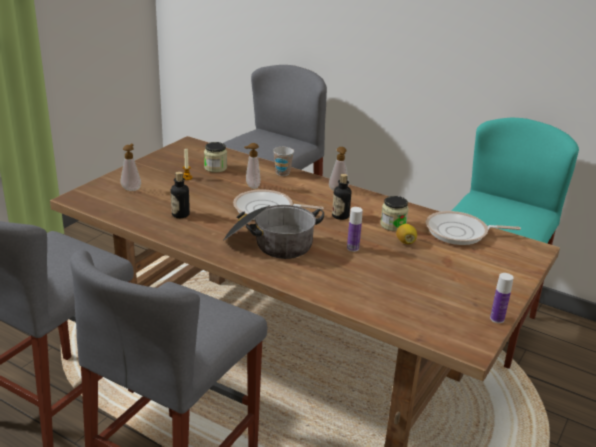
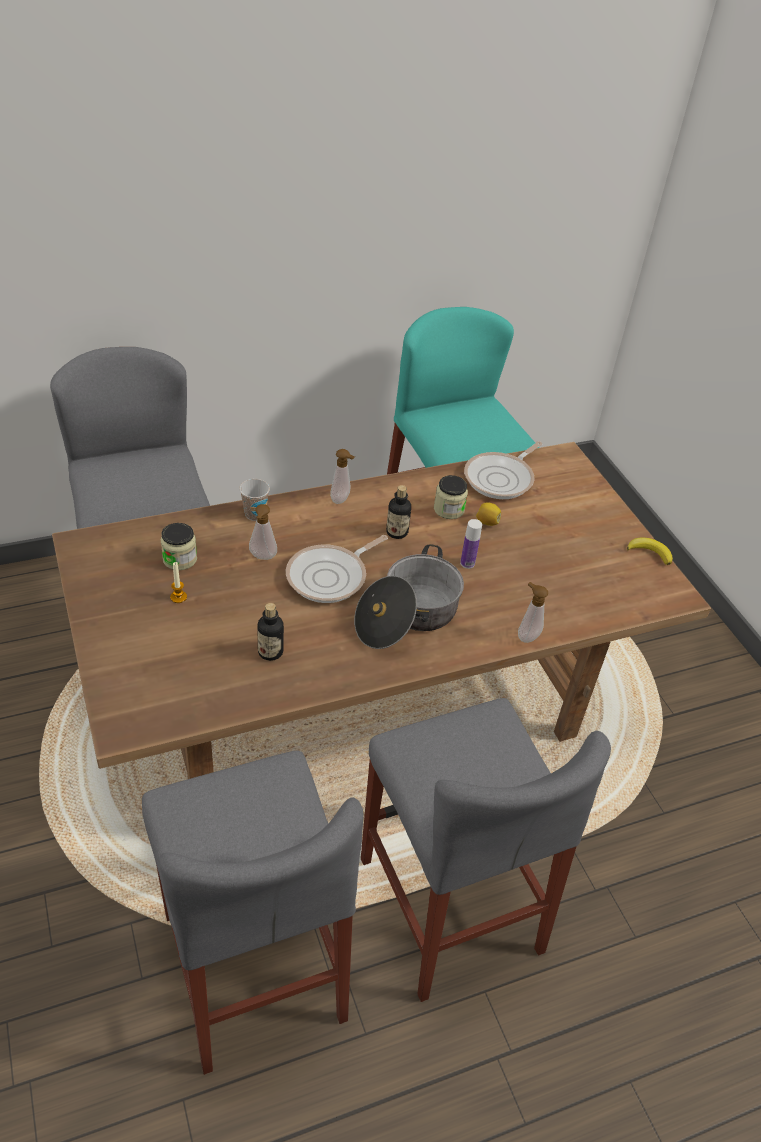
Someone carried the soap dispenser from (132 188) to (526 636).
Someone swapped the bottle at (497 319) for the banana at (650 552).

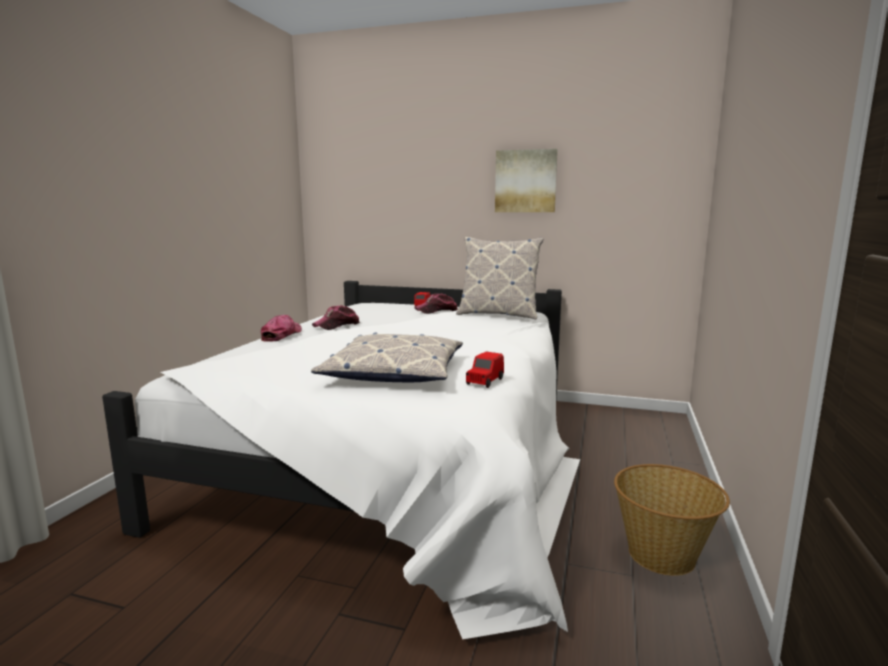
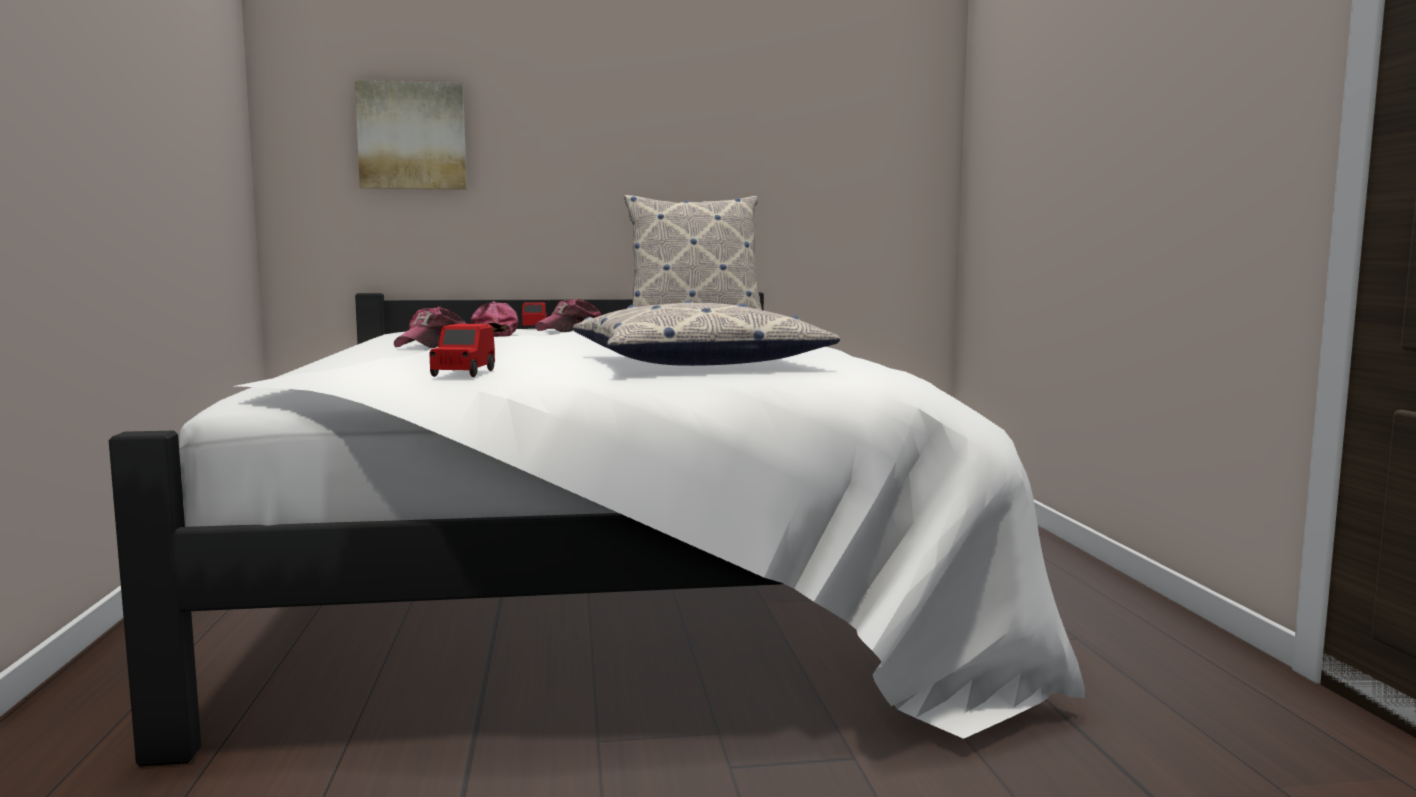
Someone carried the cap from (281 335) to (494 334).
Someone carried the toy car in red from (484 381) to (463 373).
Someone carried the picture from (525 181) to (412 136).
Someone took away the basket at (663 555).

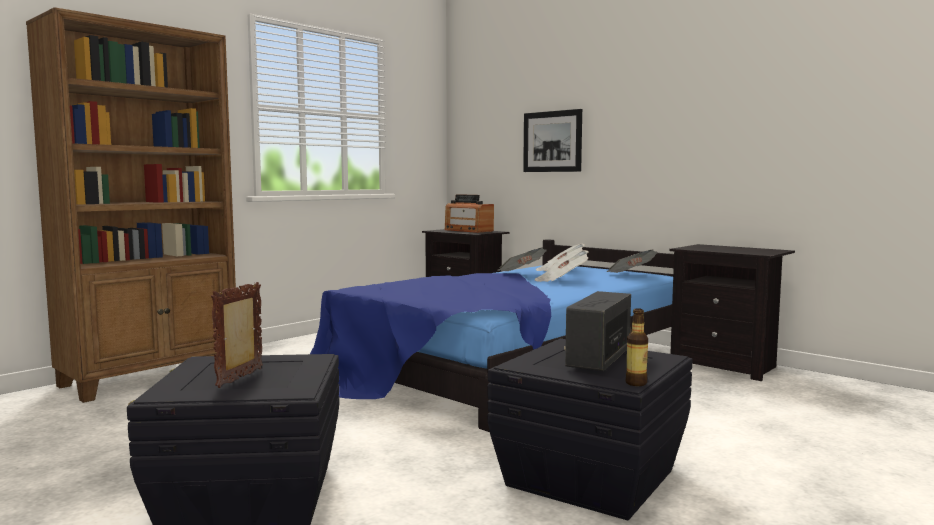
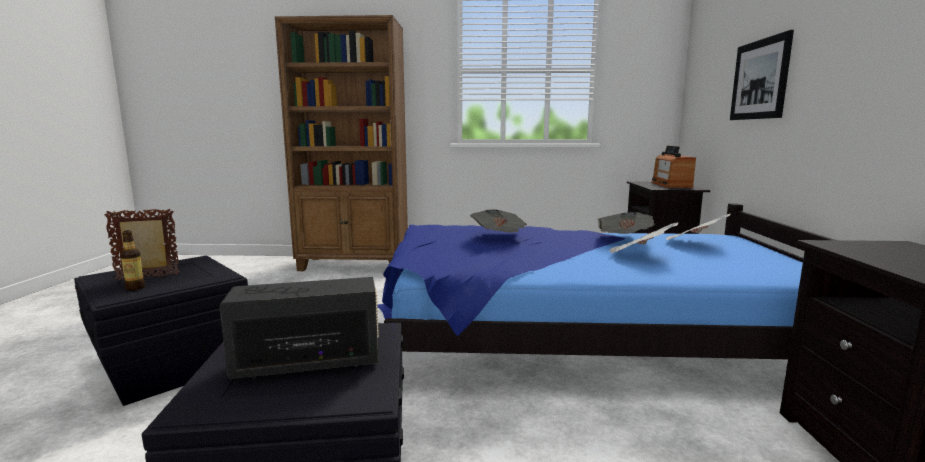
Someone carried the newspaper from (631 275) to (499 237).
Someone carried the bottle from (636 383) to (135 288).

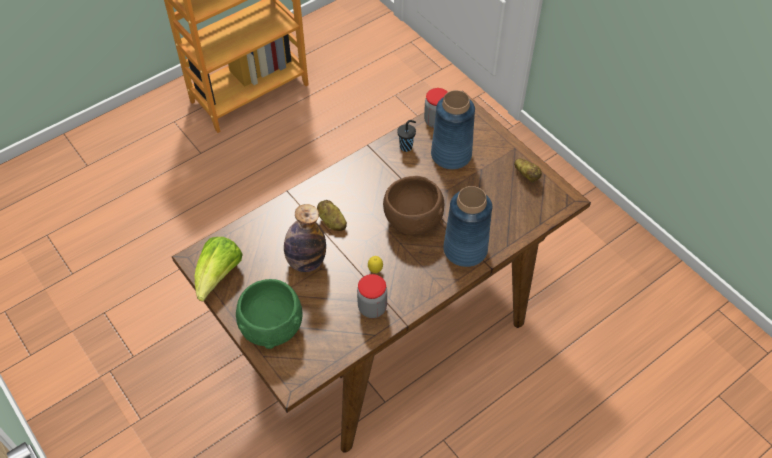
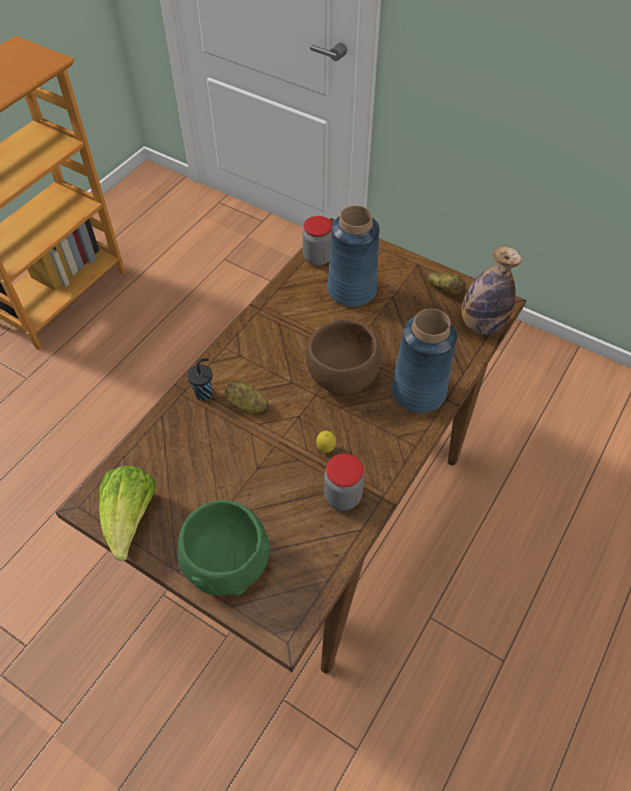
Someone carried the bottle from (306 261) to (481 325).
Someone carried the cup in black from (406 146) to (204 393).

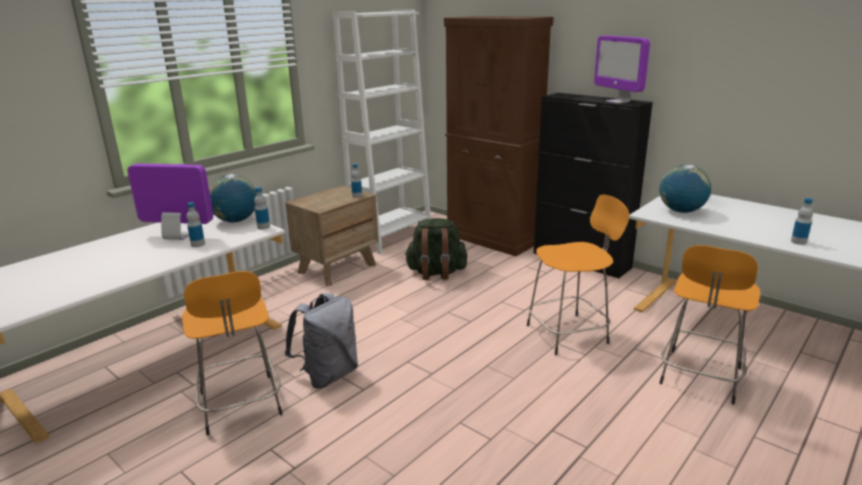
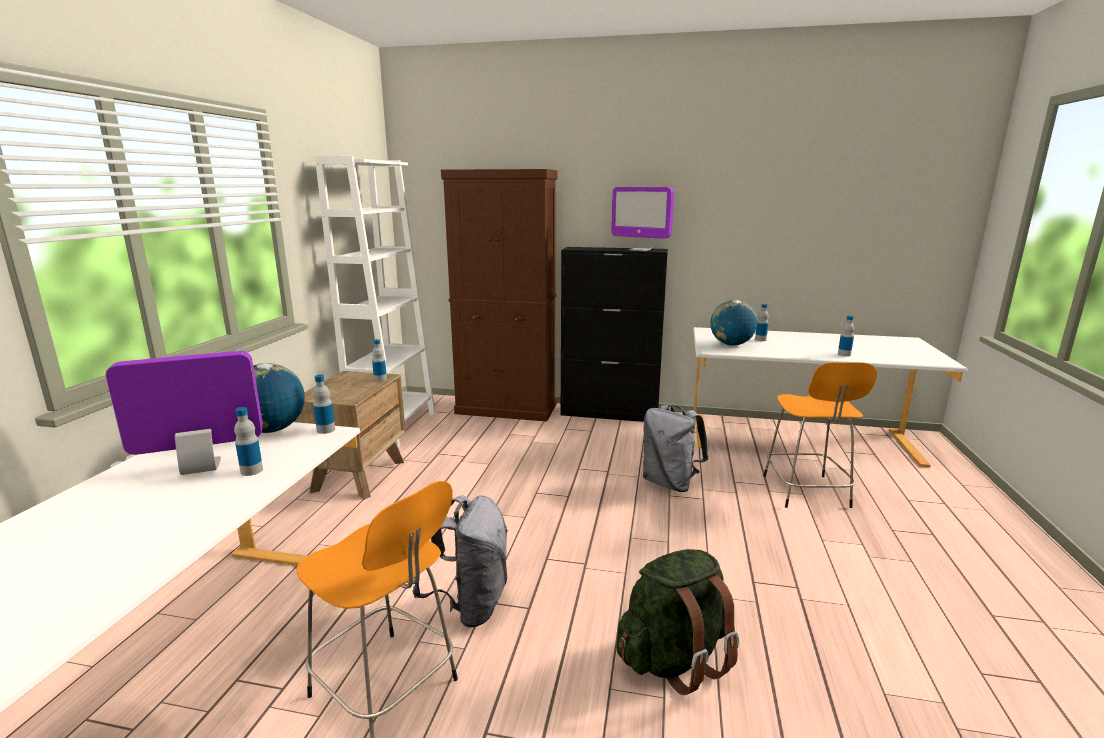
Someone carried the backpack in green from (436 273) to (674 659).
Someone swapped the stool in orange at (569 333) for the backpack in grey at (670 483).
Someone put down the bottle at (760 339).

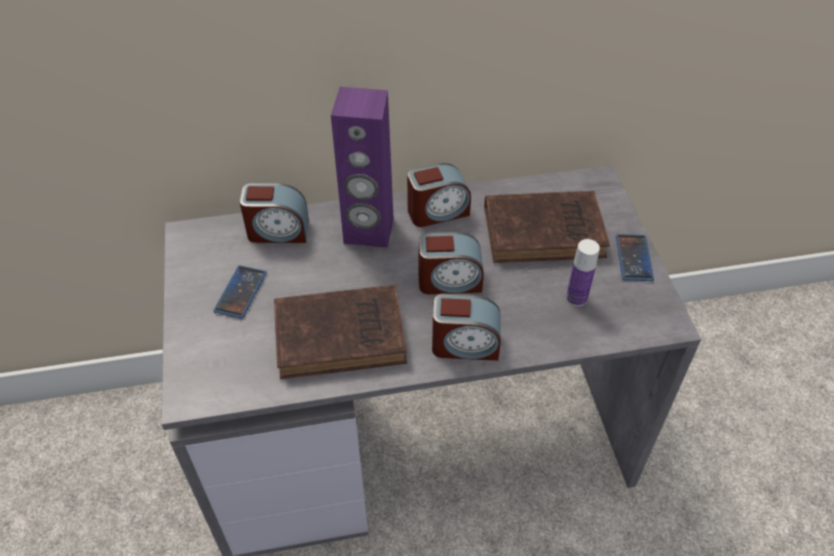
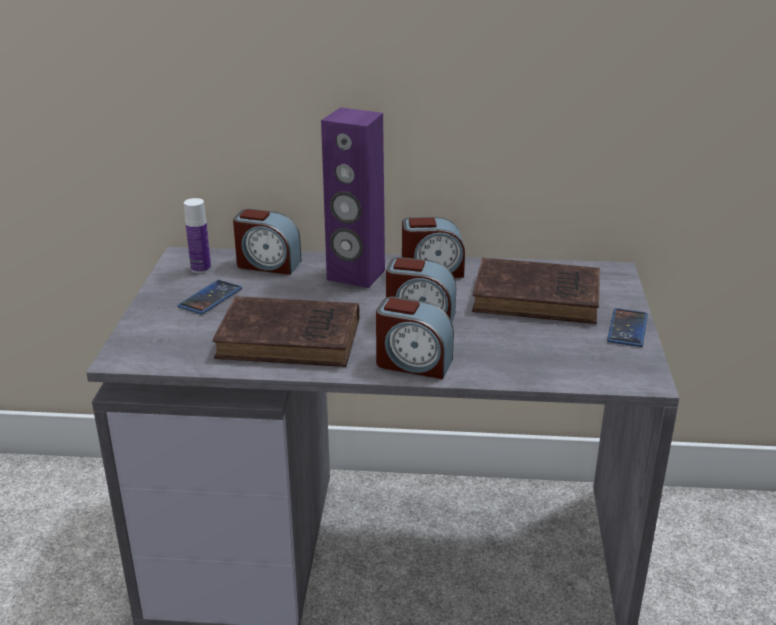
Someone carried the bottle from (576 298) to (201 269).

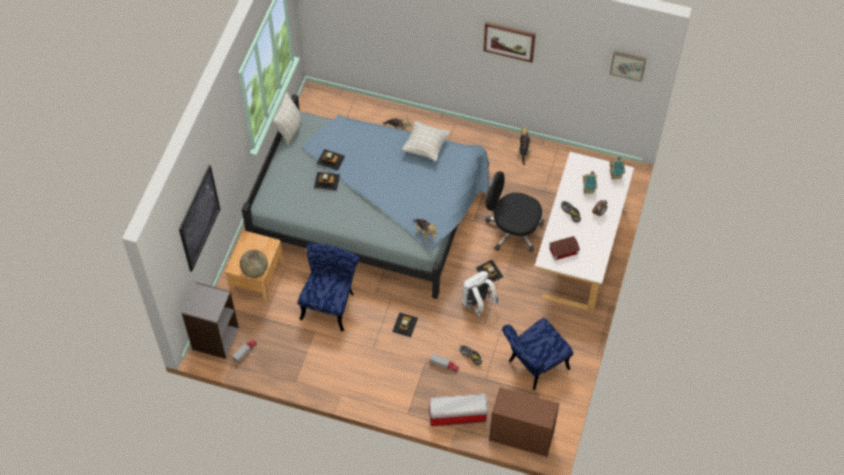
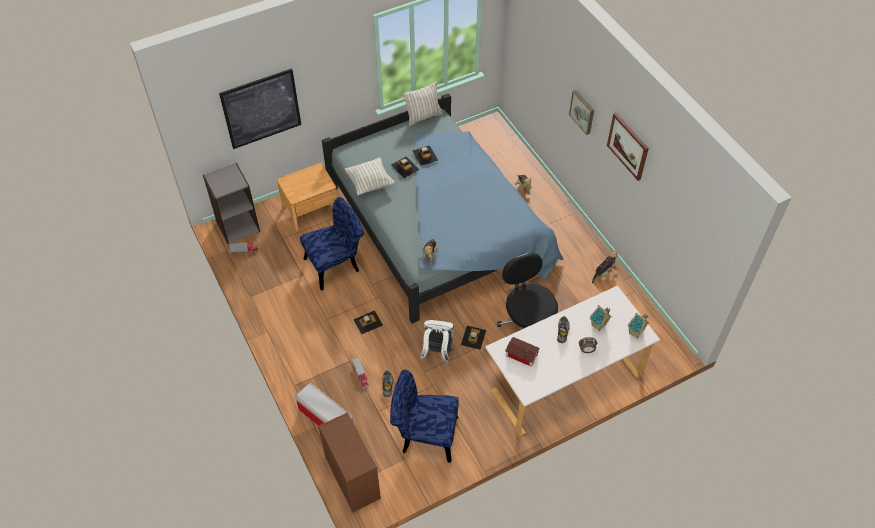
Someone took away the globe at (255 270).
Someone carried the pillow from (425 147) to (370 183).
Someone carried the picture from (628 64) to (583 111).

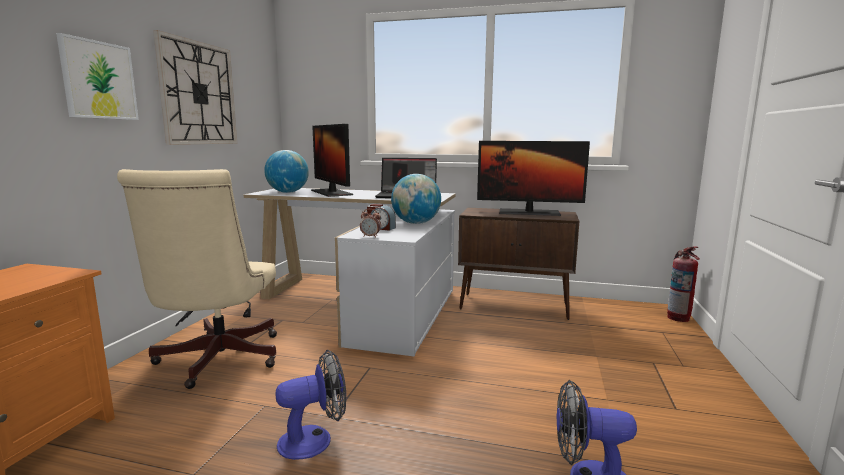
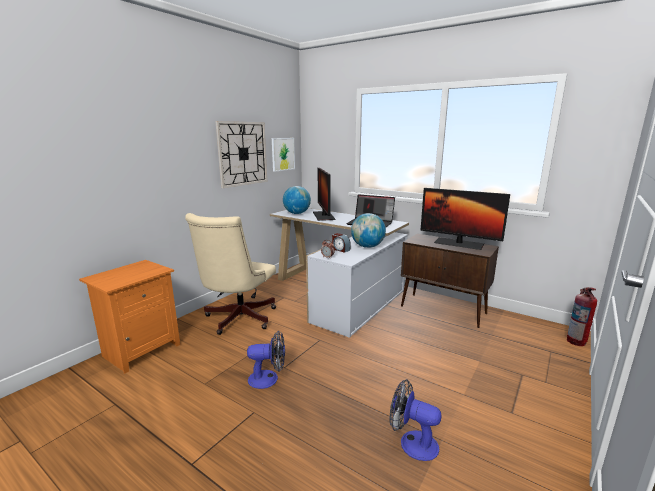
Someone carried the picture from (99 80) to (283 154).

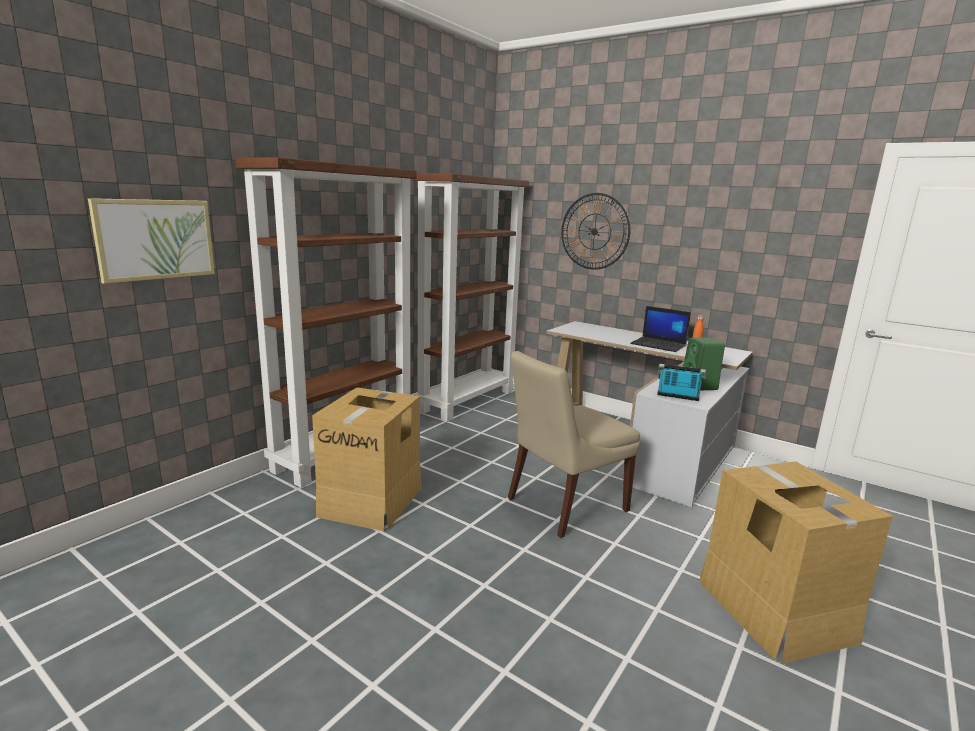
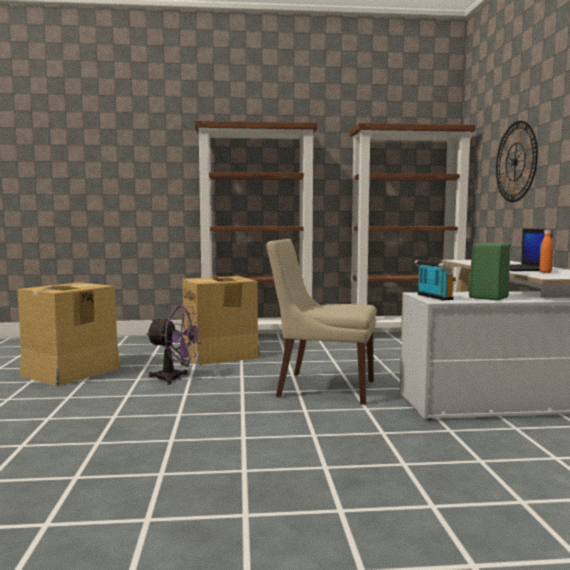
Someone took away the picture at (155 239).
Someone carried the cardboard box from (774 610) to (70 371).
Someone put down the fan in purple at (175 378).

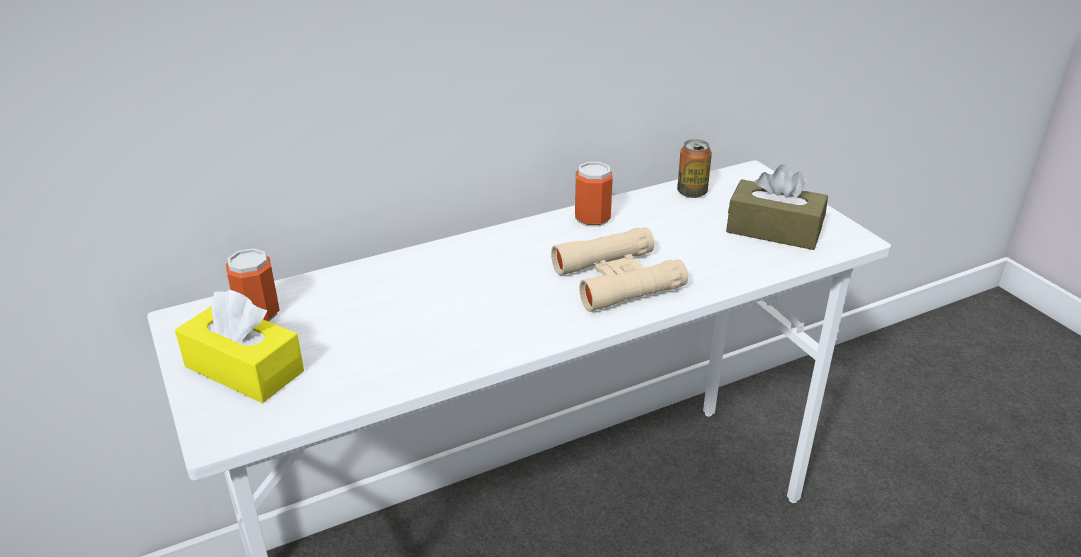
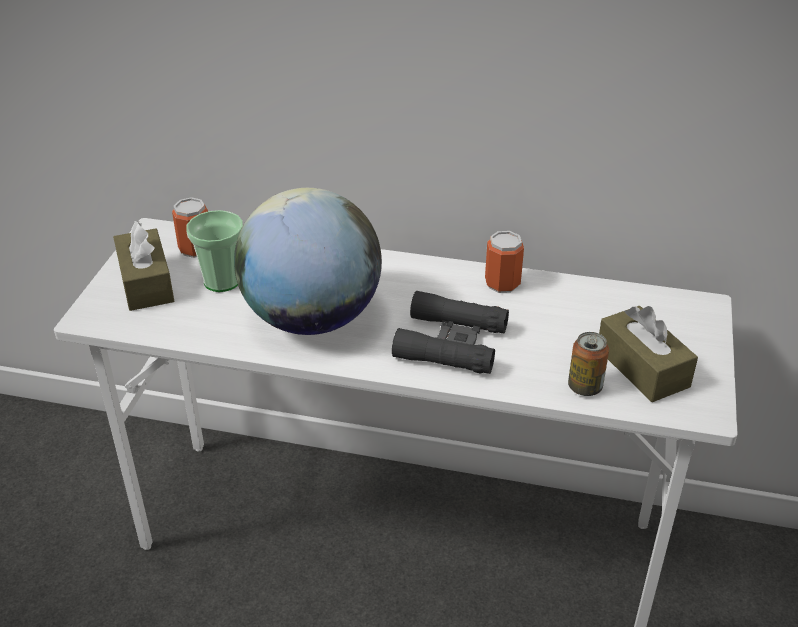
Someone repainted the tissue box in yellow at (244 369), which became the tissue box in brown at (146 283).
Someone repainted the binoculars in beige at (617 279), which became the binoculars in black at (451 343).
Someone carried the can from (692 192) to (585 387).
Someone put down the cup at (222 281).
Someone put down the globe at (311 318).

